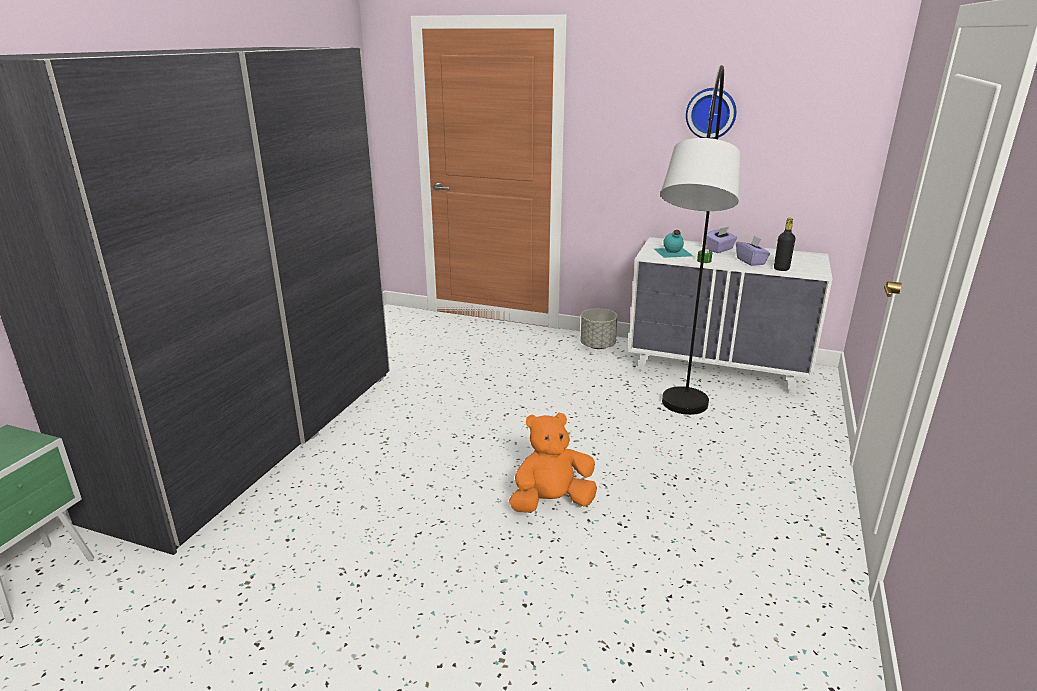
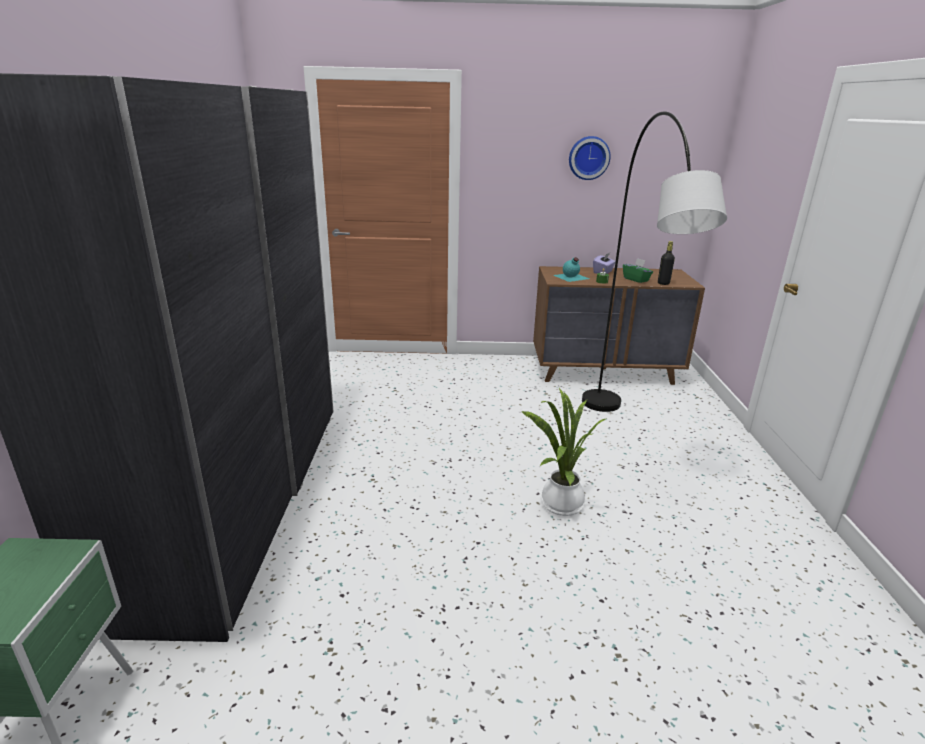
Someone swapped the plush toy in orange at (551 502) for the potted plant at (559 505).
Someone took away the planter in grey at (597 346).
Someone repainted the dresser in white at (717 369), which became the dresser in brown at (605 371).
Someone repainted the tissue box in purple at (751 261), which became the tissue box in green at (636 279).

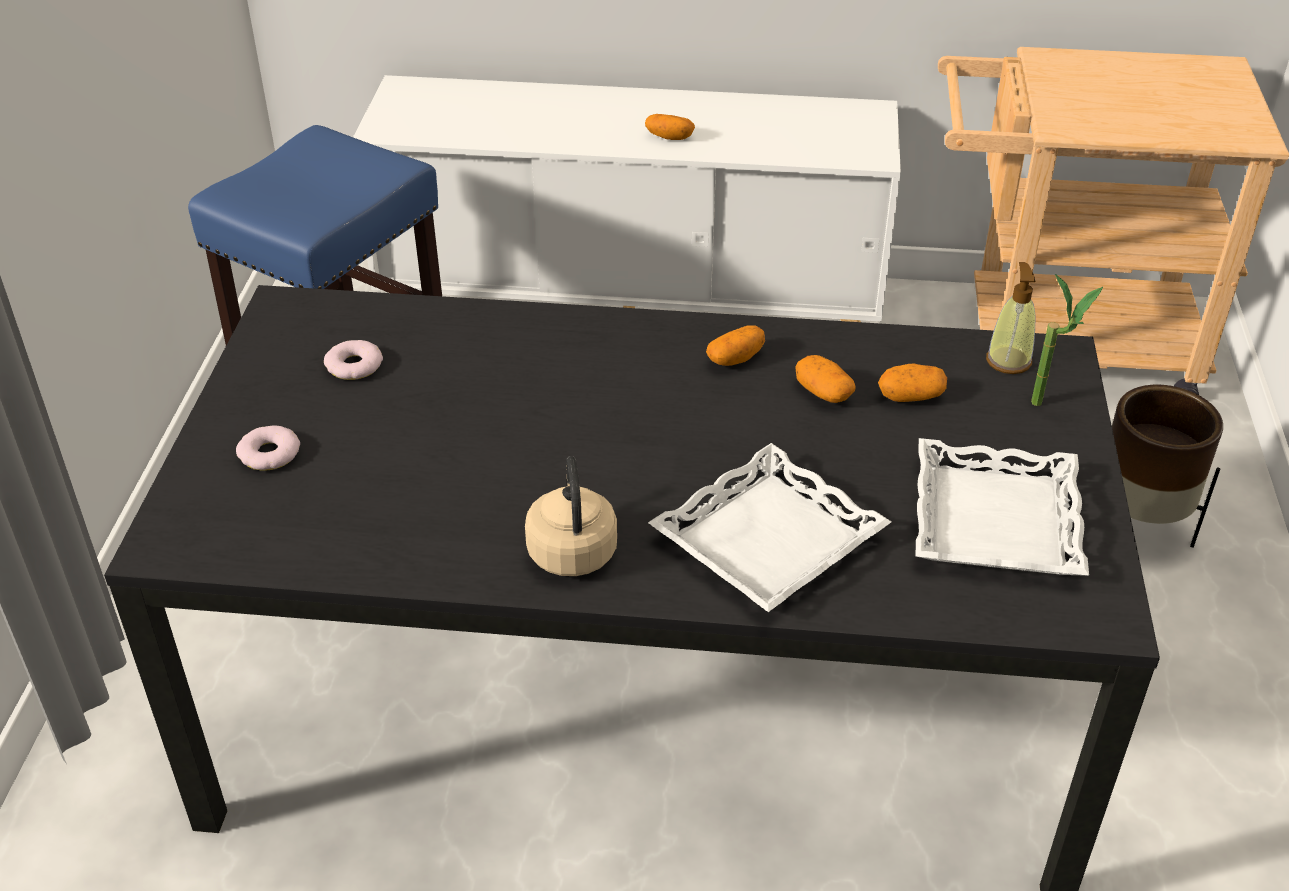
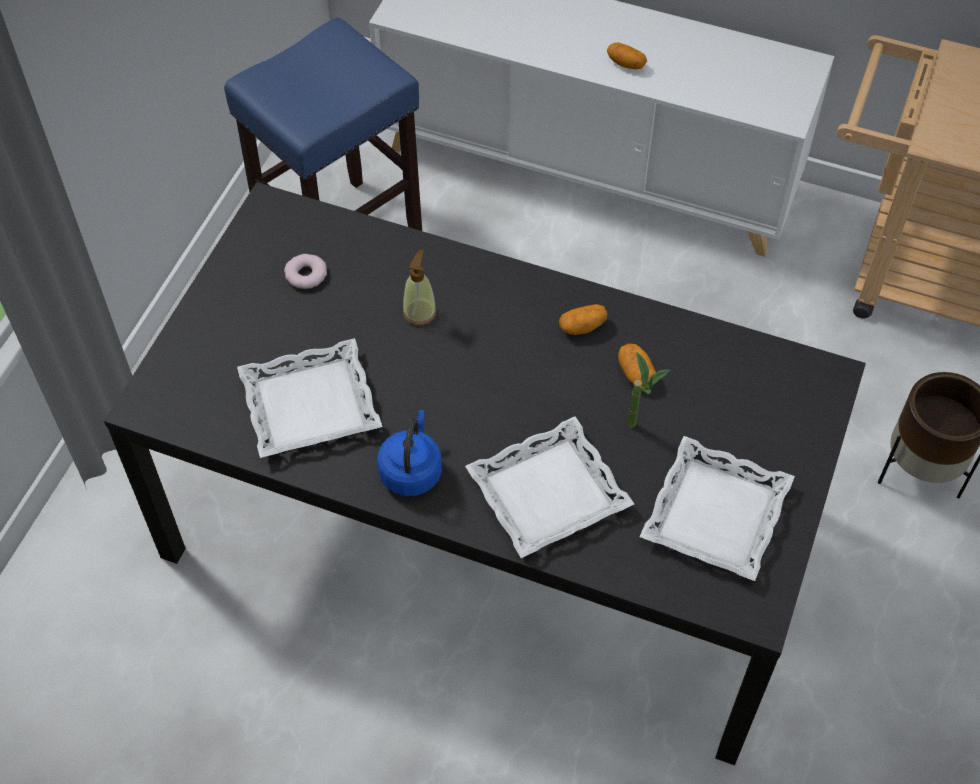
Someone took away the donut at (269 454).
Someone repainted the kettle in beige at (572 549), which became the kettle in blue at (411 470).
Someone took away the potato at (910 396).
Someone carried the soap dispenser from (1008 361) to (419 312).
Someone carried the potted plant from (1048 405) to (639 428).
Someone put down the tray in white at (310 406).

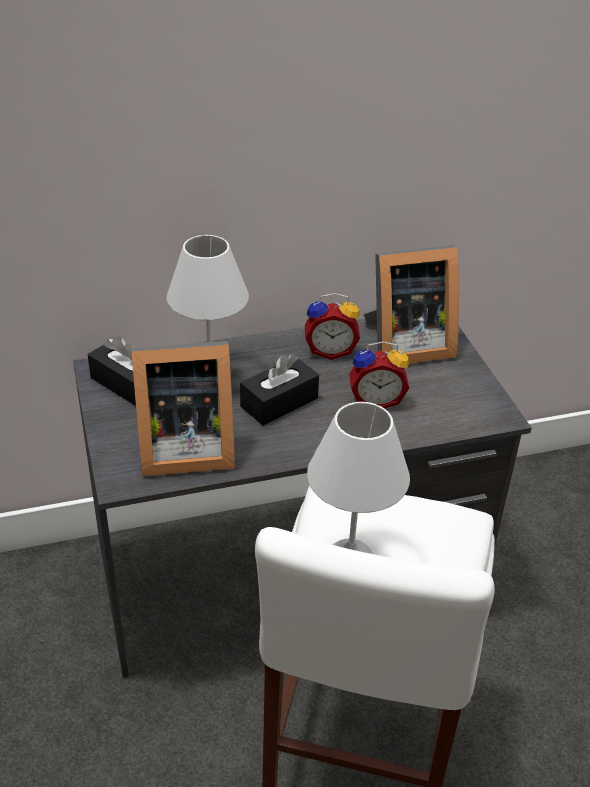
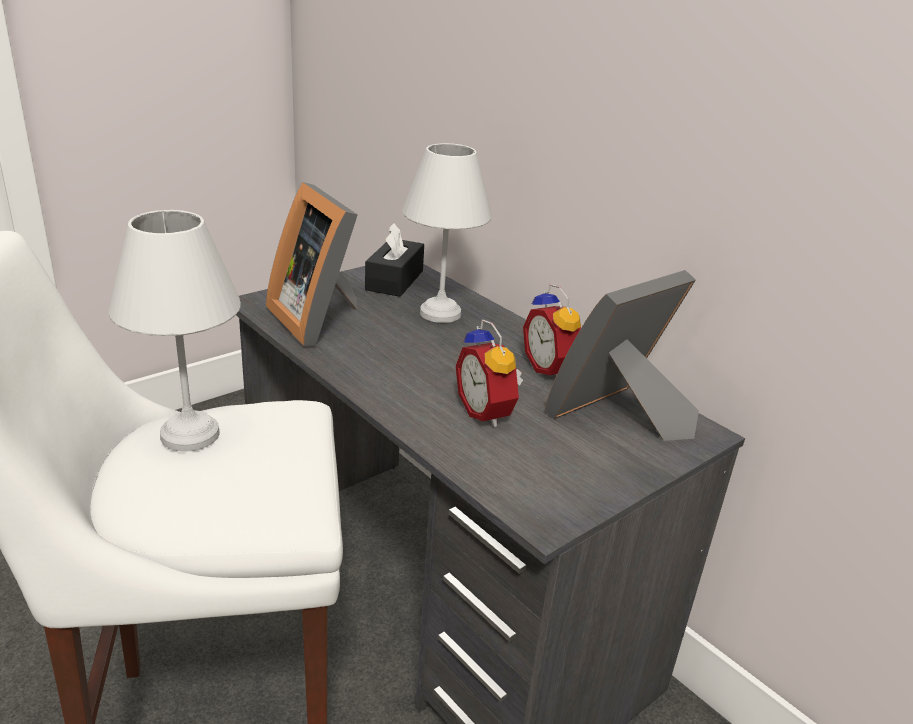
Someone took away the tissue box in black at (279 402).
Someone rotated the picture frame at (404 345) by 90 degrees clockwise.

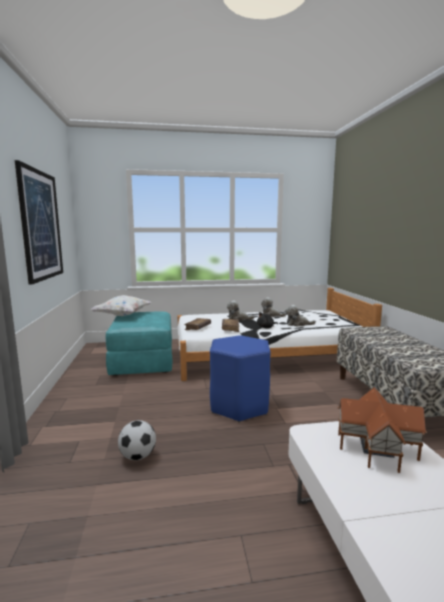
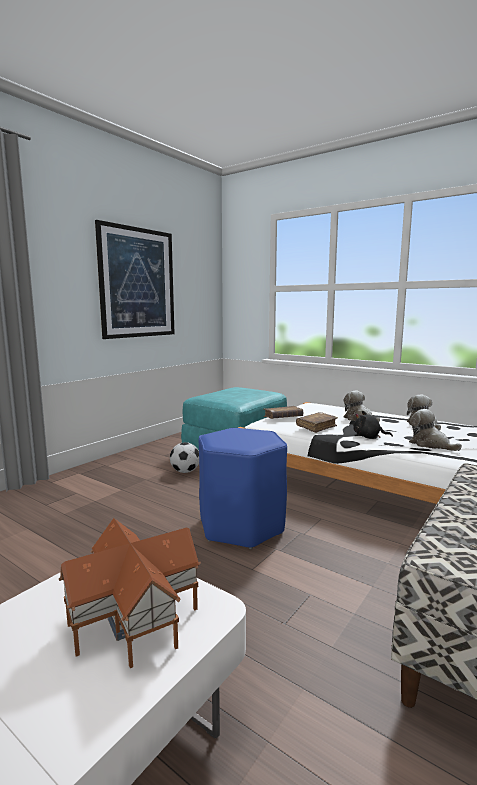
Someone took away the pillow in white at (123 315).
Someone carried the football from (138 456) to (185 471).

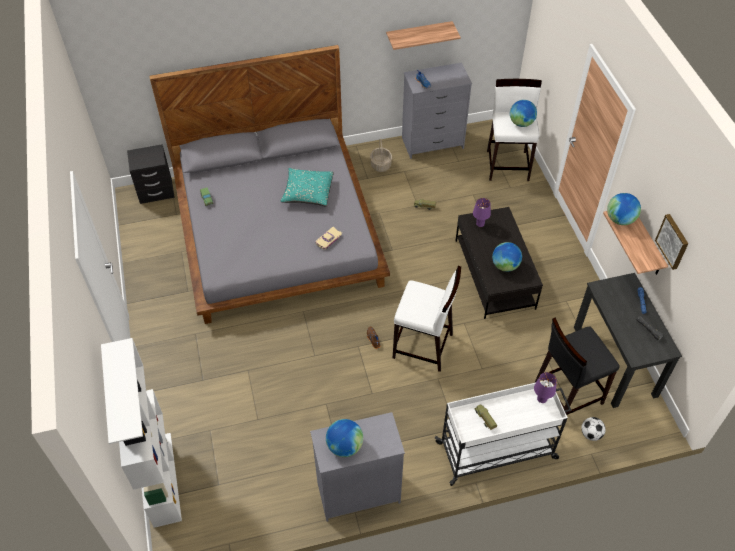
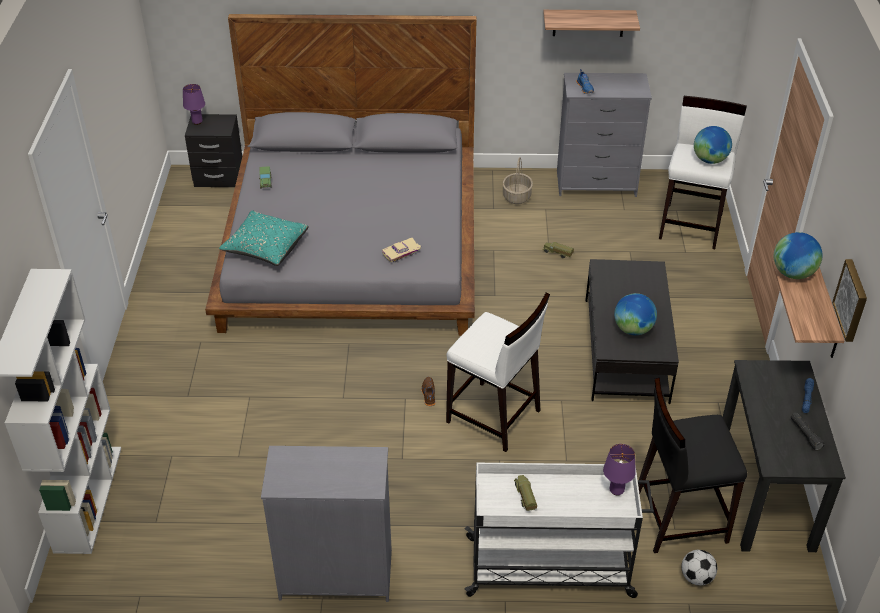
Someone carried the pillow in turquoise from (308 193) to (265 248).
Someone took away the globe at (344 446).
Someone carried the table lamp in purple from (480 224) to (197 122).

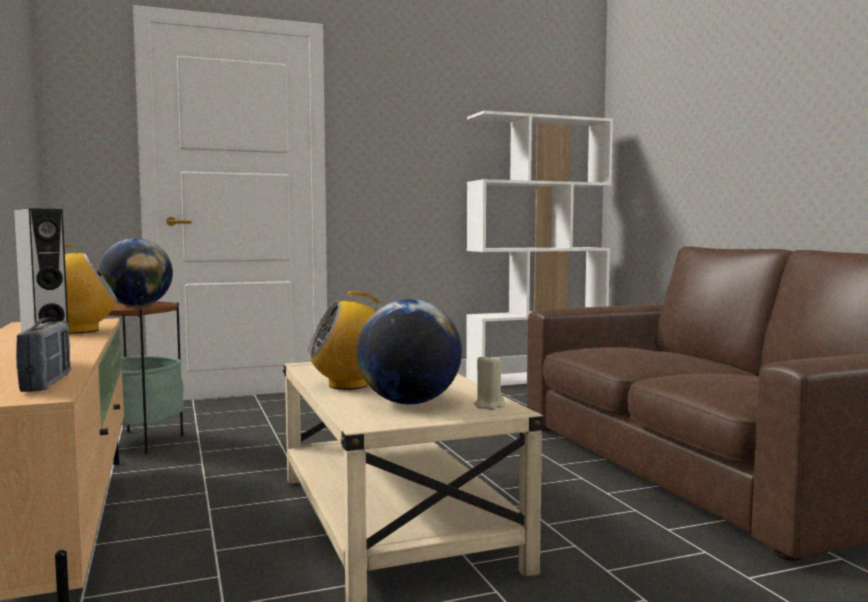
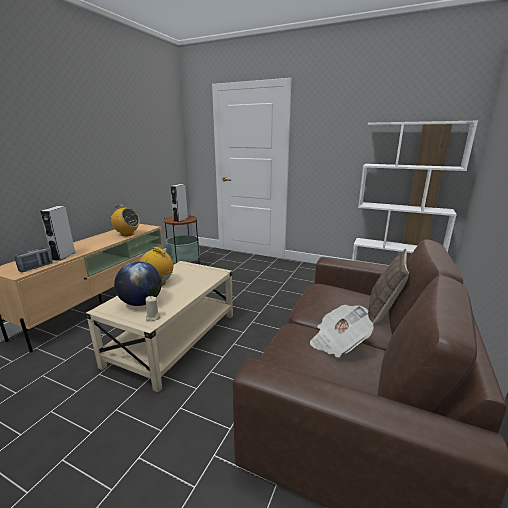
Someone swapped the globe at (137 306) for the speaker in grey at (180 219).
Someone put down the newspaper at (338 342).
Someone put down the pillow at (383 312).

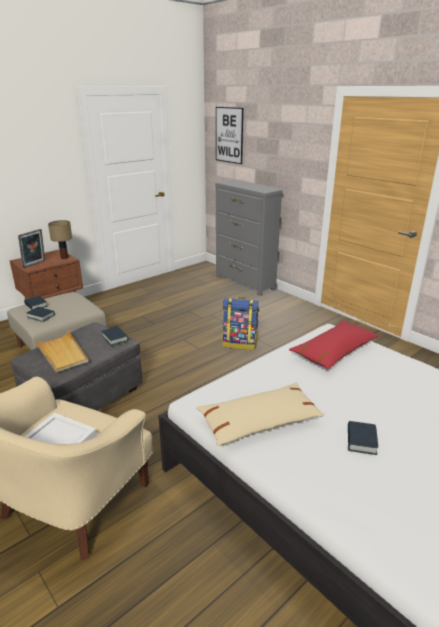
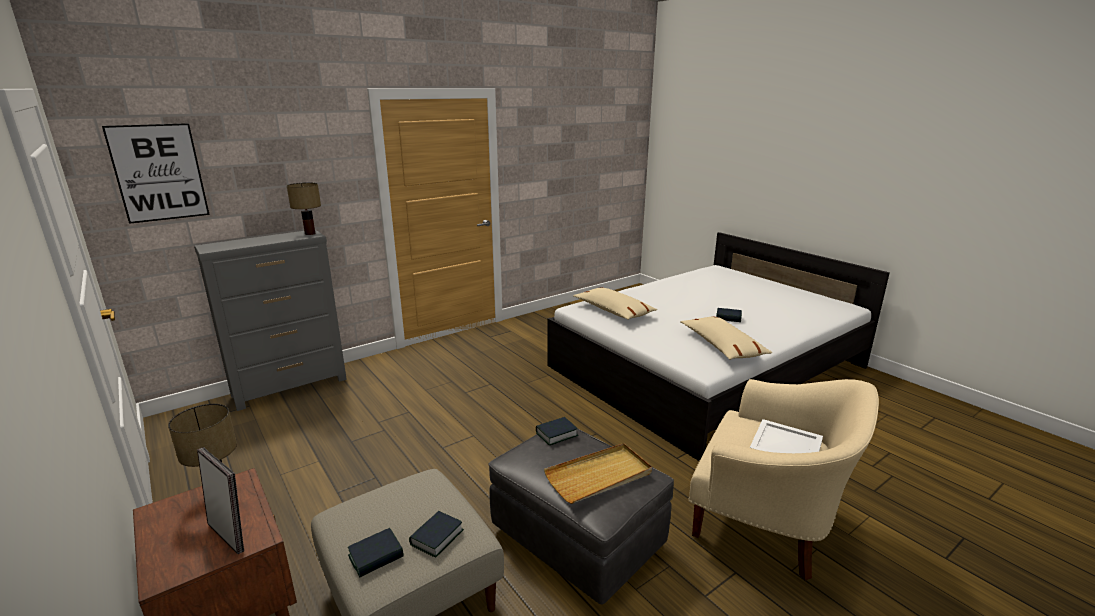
Someone took away the backpack at (240 344).
Someone repainted the pillow in red at (334 351), which became the pillow in beige at (613 311).
Someone put down the table lamp at (310 233).

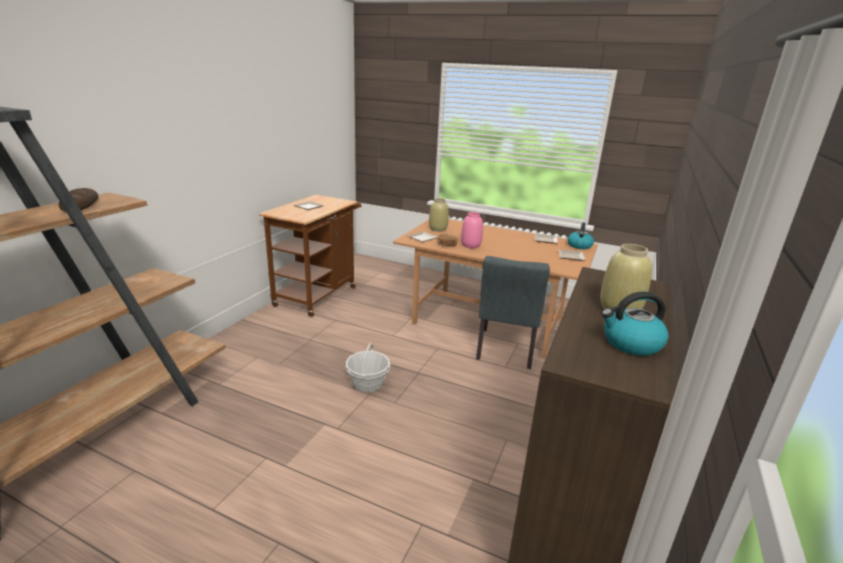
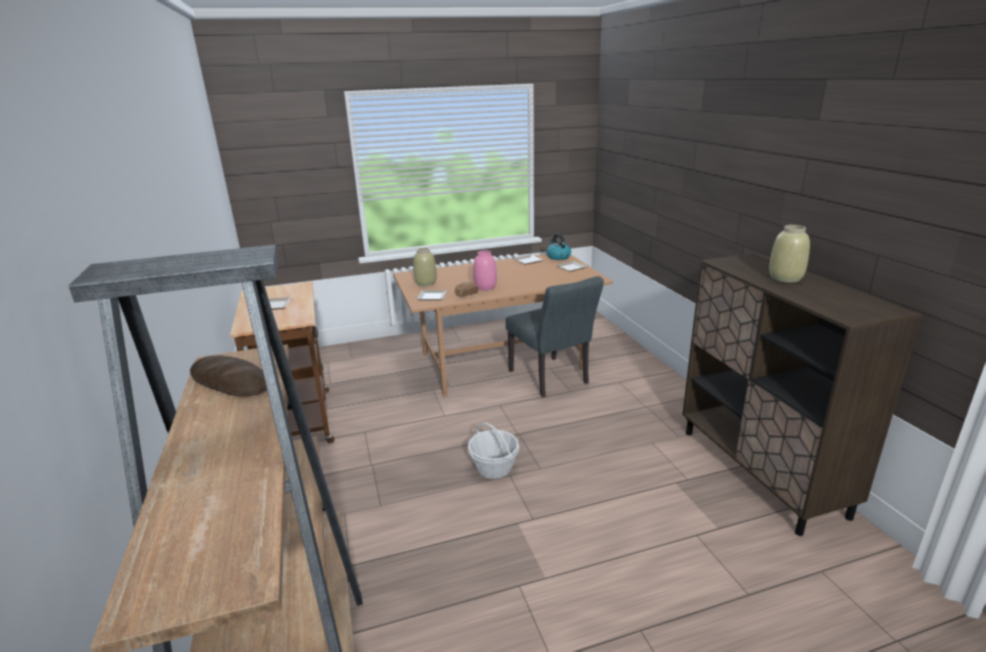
Someone took away the kettle at (631 343).

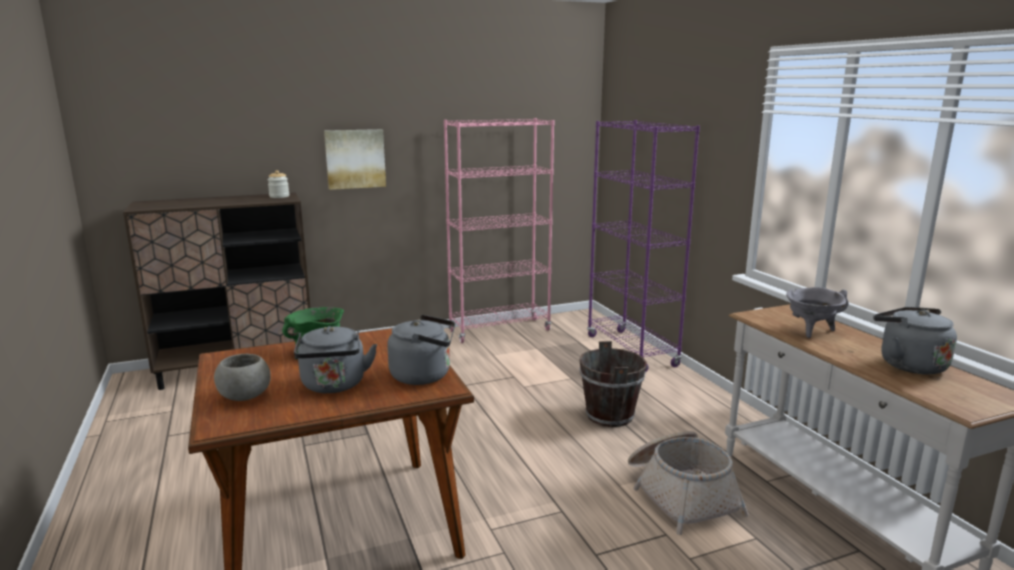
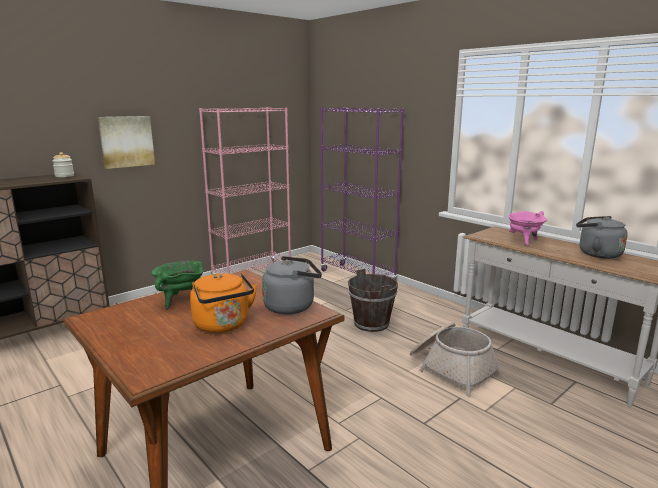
Someone took away the bowl in grey at (244 397).
Someone repainted the kettle in grey at (334 386), which became the kettle in orange at (223 325).
Someone repainted the cooking pot in grey at (811 331), which became the cooking pot in pink at (524 241).

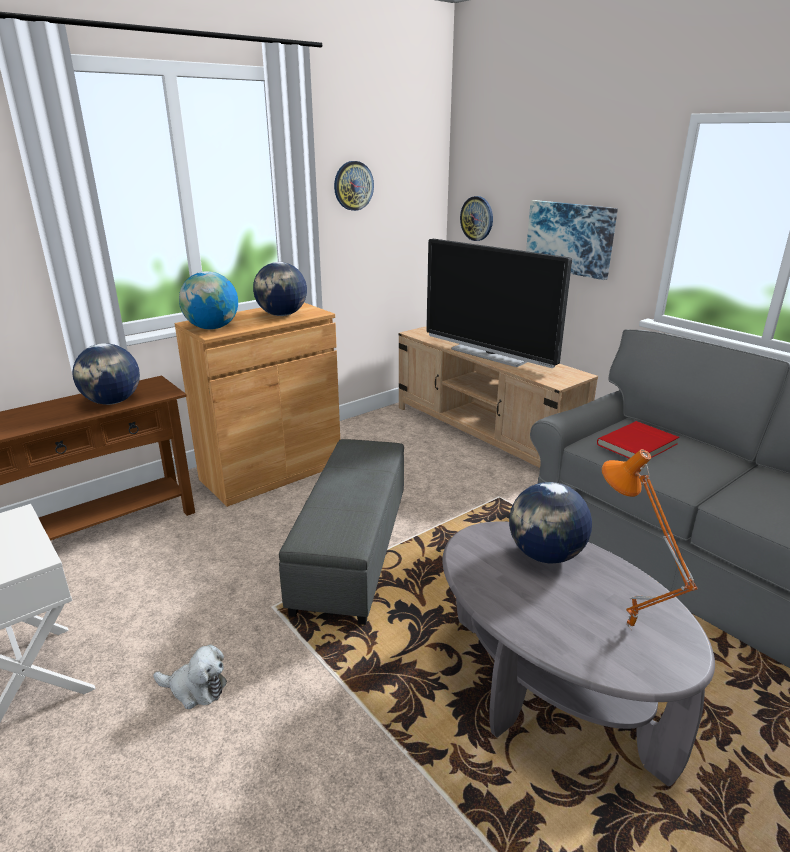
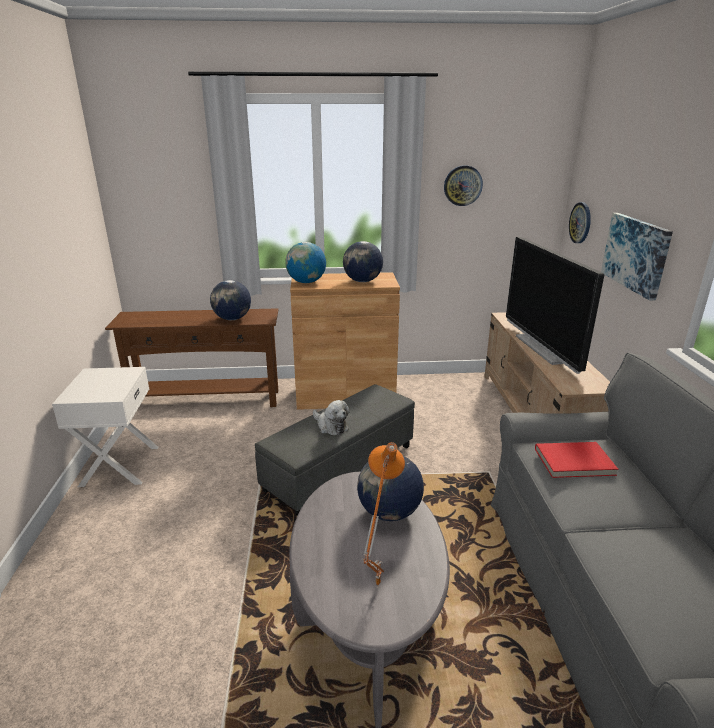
Someone carried the plush toy from (195 688) to (331 426).

